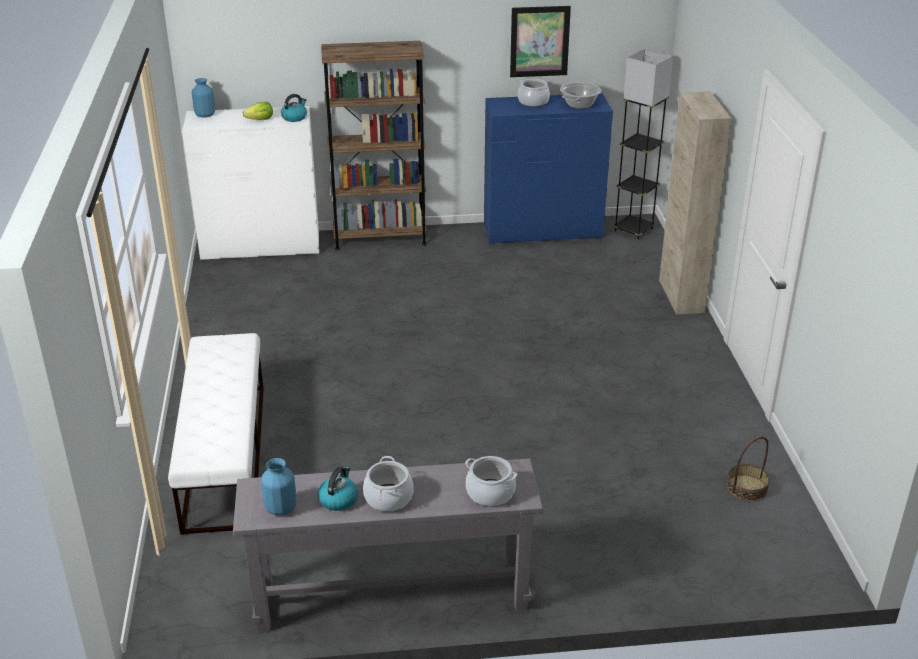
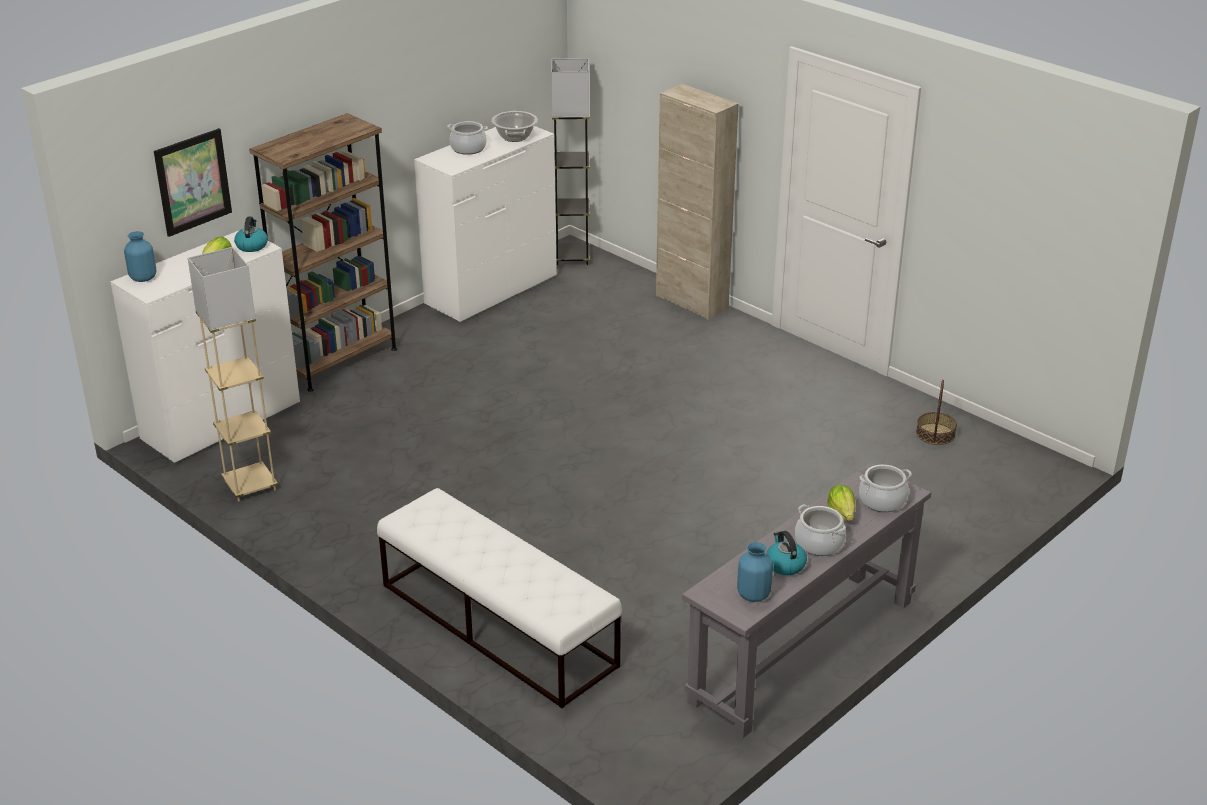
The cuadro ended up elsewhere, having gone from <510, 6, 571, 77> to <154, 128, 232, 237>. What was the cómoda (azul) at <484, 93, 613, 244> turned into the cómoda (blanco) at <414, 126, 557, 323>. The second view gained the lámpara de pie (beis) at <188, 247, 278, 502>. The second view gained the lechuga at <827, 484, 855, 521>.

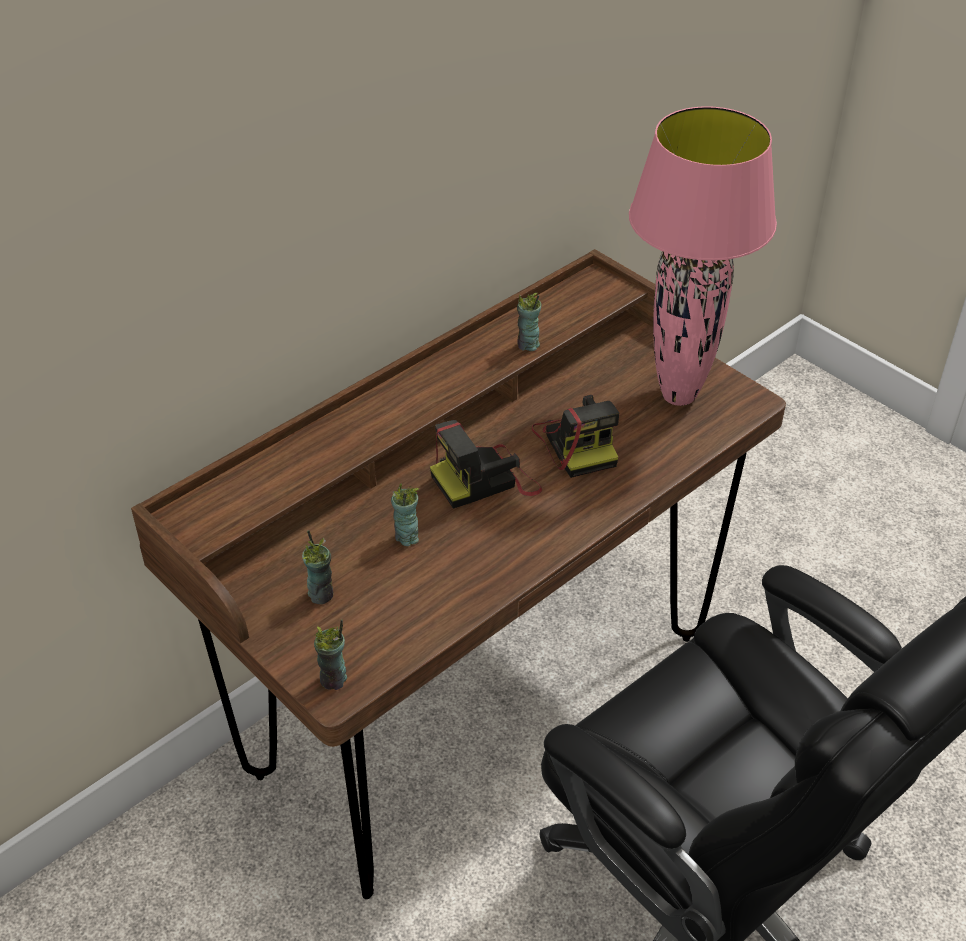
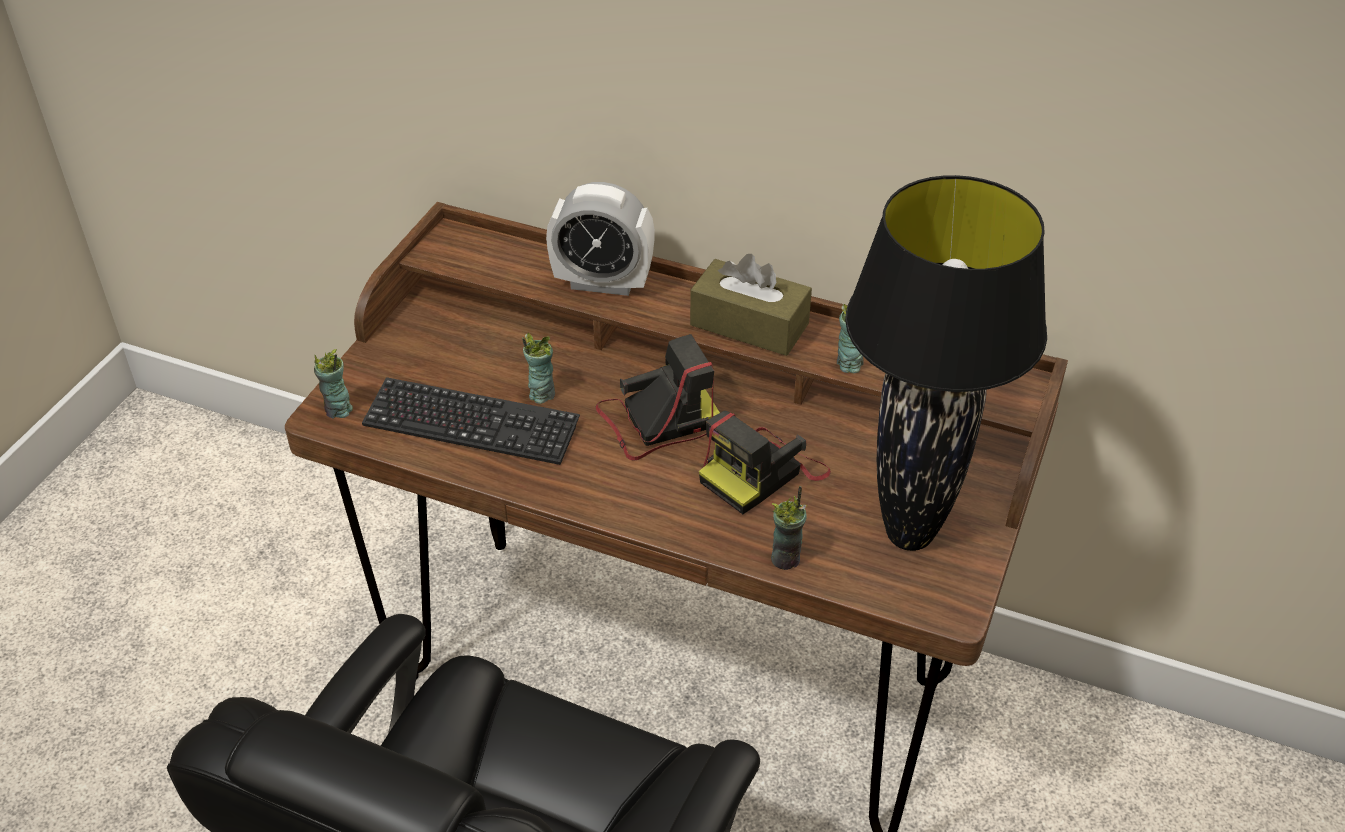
What was the lámpara de mesa (rosa) at <629, 106, 777, 406> turned into the lámpara de mesa (negro) at <845, 175, 1047, 551>. The cámara at <430, 420, 542, 509> ended up facing another way, 120 degrees clockwise from before. The taza ended up elsewhere, having gone from <302, 530, 334, 604> to <771, 486, 807, 570>. The second view gained the despertador at <546, 182, 655, 296>. The second view gained the caja de pañuelos (marrón) at <690, 254, 812, 356>. The second view gained the teclado at <362, 377, 580, 465>.

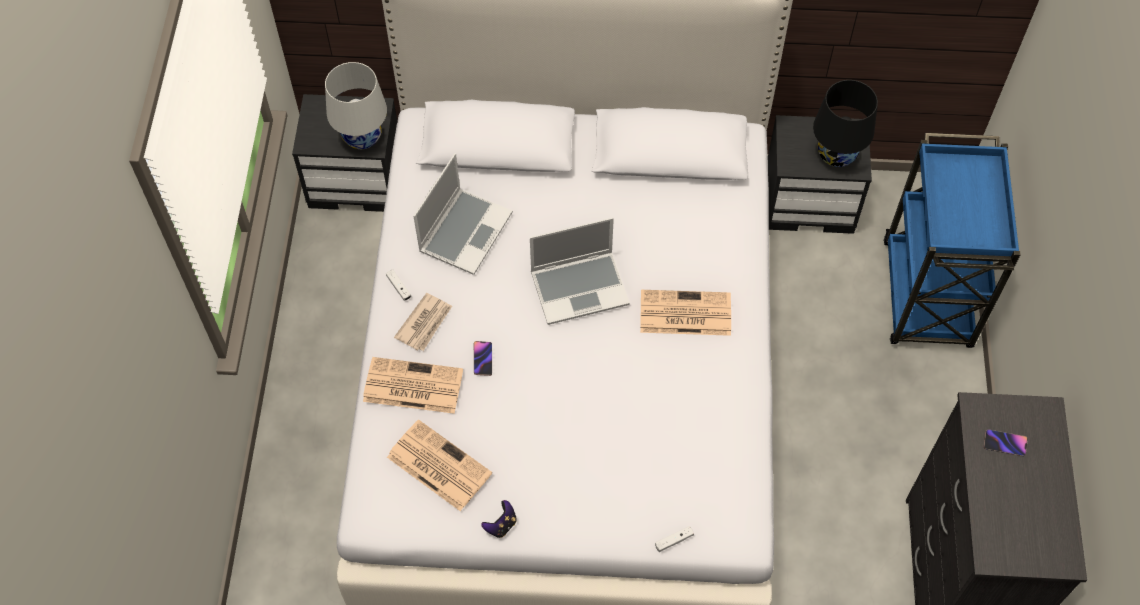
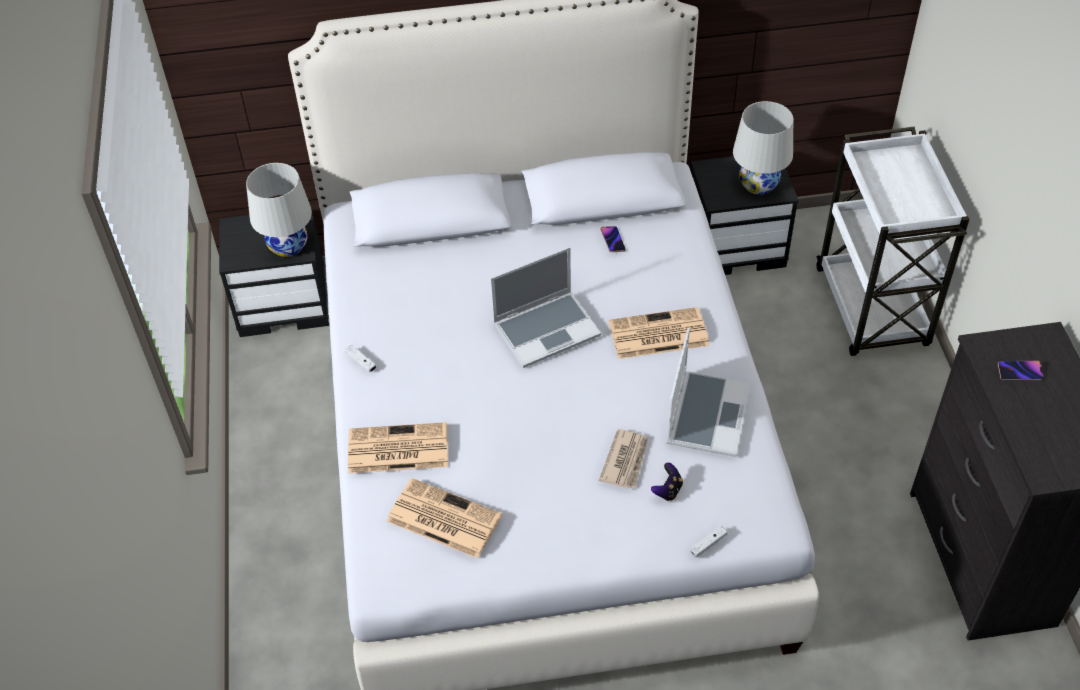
What was the lámpara de mesa (negro) at <813, 80, 878, 167> turned into the lámpara de mesa (blanco) at <733, 101, 793, 195>. What was the carrito (azul) at <883, 133, 1021, 348> turned into the carrito (blanco) at <816, 127, 970, 356>. The portátil ended up elsewhere, having gone from <414, 153, 513, 275> to <666, 327, 751, 457>. The periódico ended up elsewhere, having gone from <394, 293, 452, 351> to <599, 429, 648, 489>. The móvil ended up elsewhere, having gone from <474, 341, 492, 376> to <600, 226, 626, 252>. The mando de consola ended up elsewhere, having gone from <481, 500, 517, 538> to <651, 463, 683, 501>.

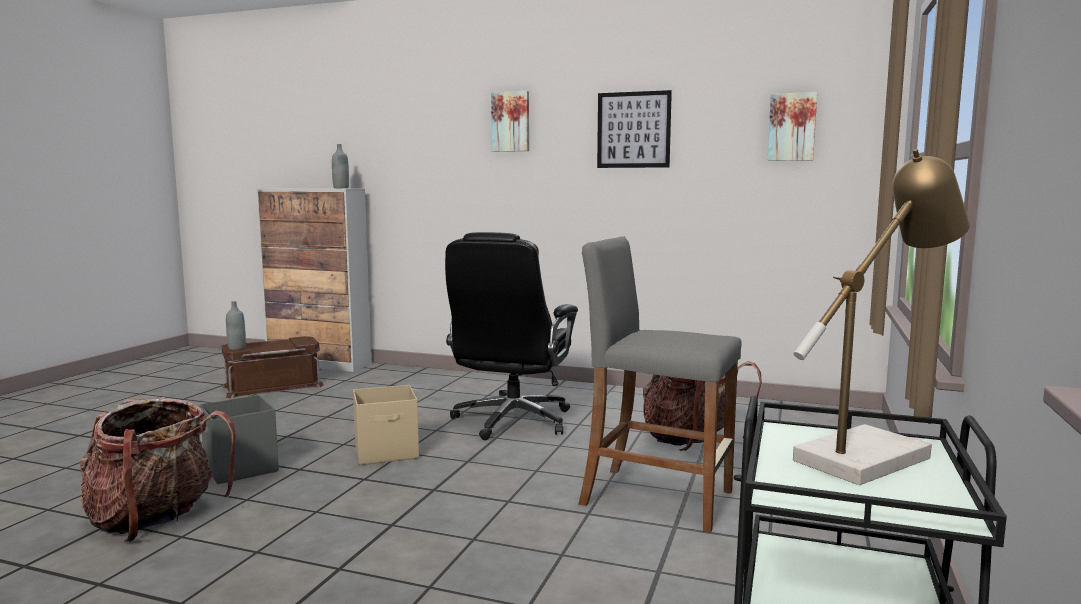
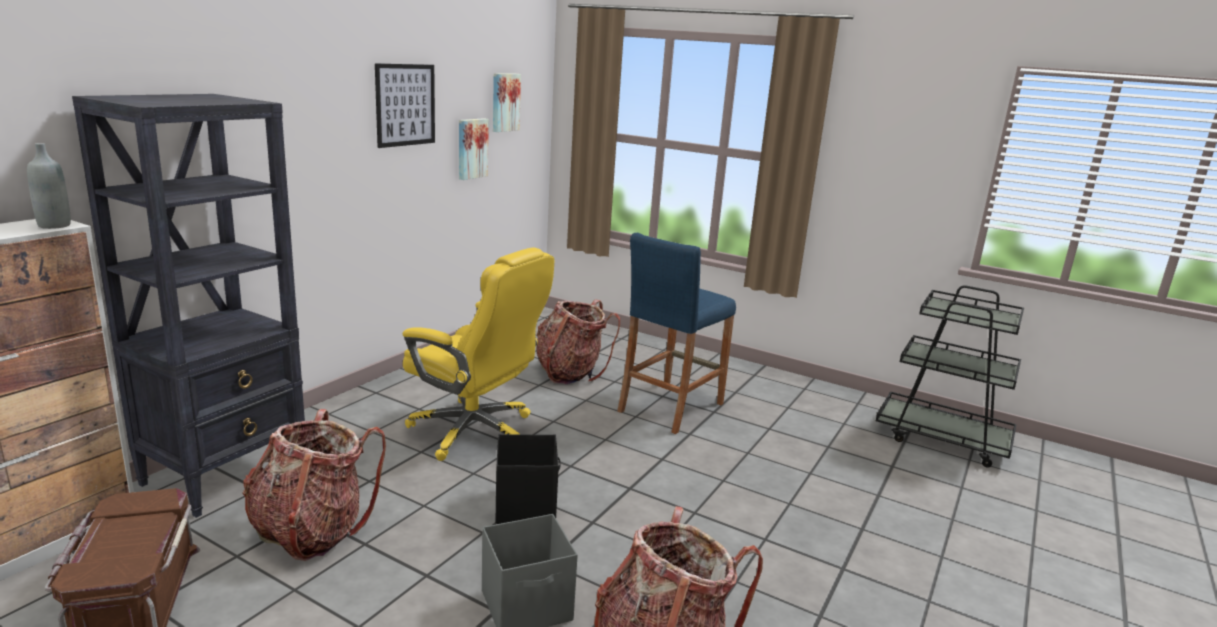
The cuadro ended up elsewhere, having gone from <491, 91, 529, 152> to <459, 118, 489, 180>. The second view lost the lámpara de mesa at <793, 149, 970, 485>. What was the silla de oficina (negro) at <445, 232, 578, 440> turned into the silla de oficina (amarillo) at <403, 248, 554, 461>. What was the taburete (gris) at <579, 237, 742, 533> turned into the taburete (azul) at <617, 232, 736, 434>. The second view lost the botella (gris) at <226, 301, 246, 350>. What was the caja de almacenaje (beis) at <353, 385, 419, 465> turned into the caja de almacenaje (negro) at <496, 434, 561, 524>. The second view gained the estantería (negro) at <72, 94, 305, 518>. The second view gained the mochila at <243, 409, 386, 561>.

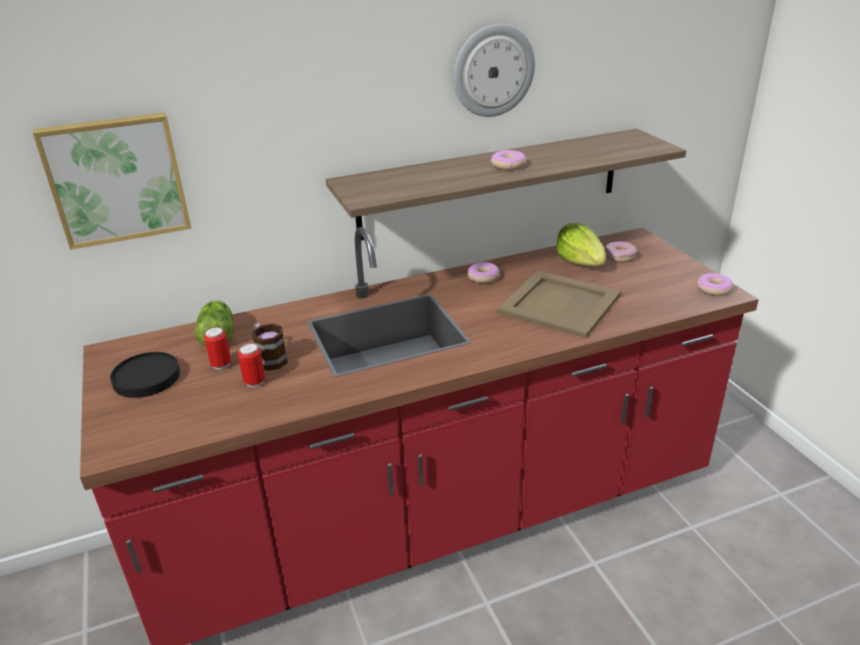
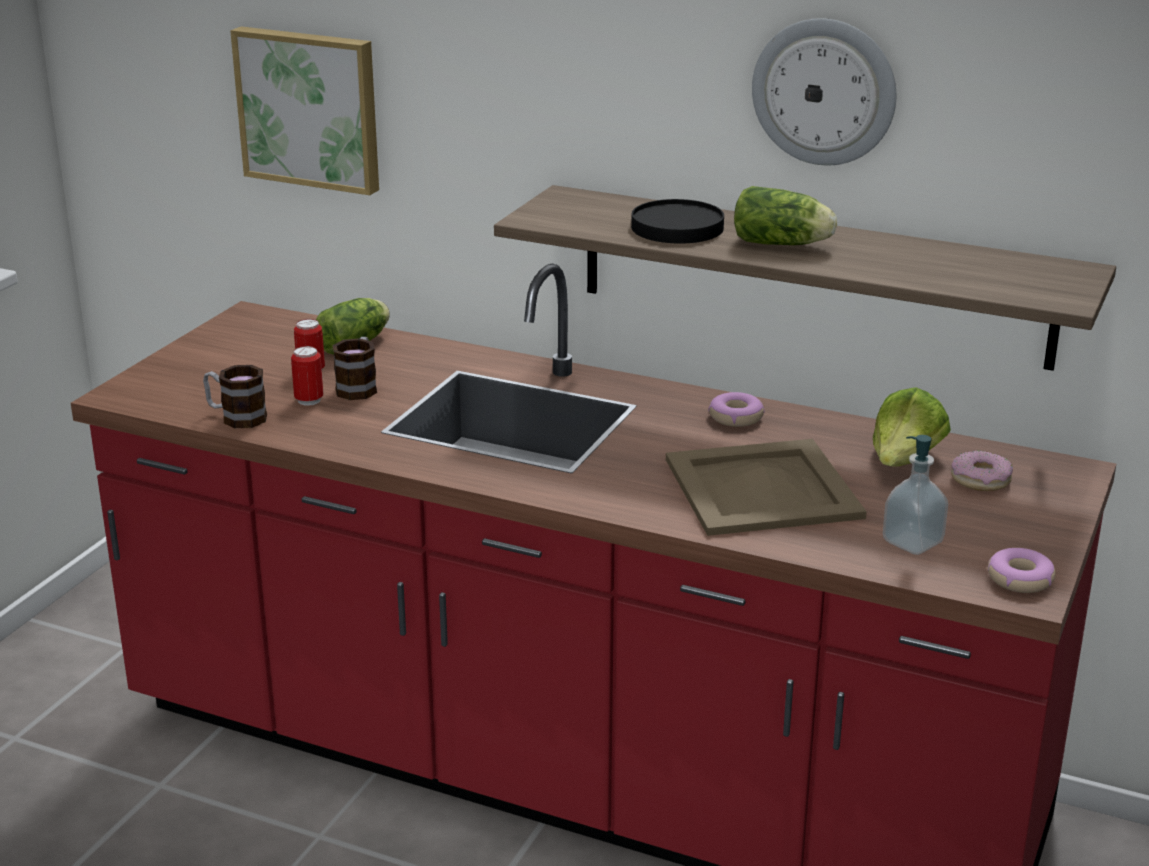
Where the rosquilla stood at <491, 150, 526, 170>, the lechuga came to stand at <734, 186, 837, 245>. The plato (negro) ended up elsewhere, having gone from <110, 352, 180, 398> to <631, 199, 724, 244>. The second view gained the taza grande at <203, 365, 267, 428>. The second view gained the dispensador de jabón at <883, 435, 948, 555>.

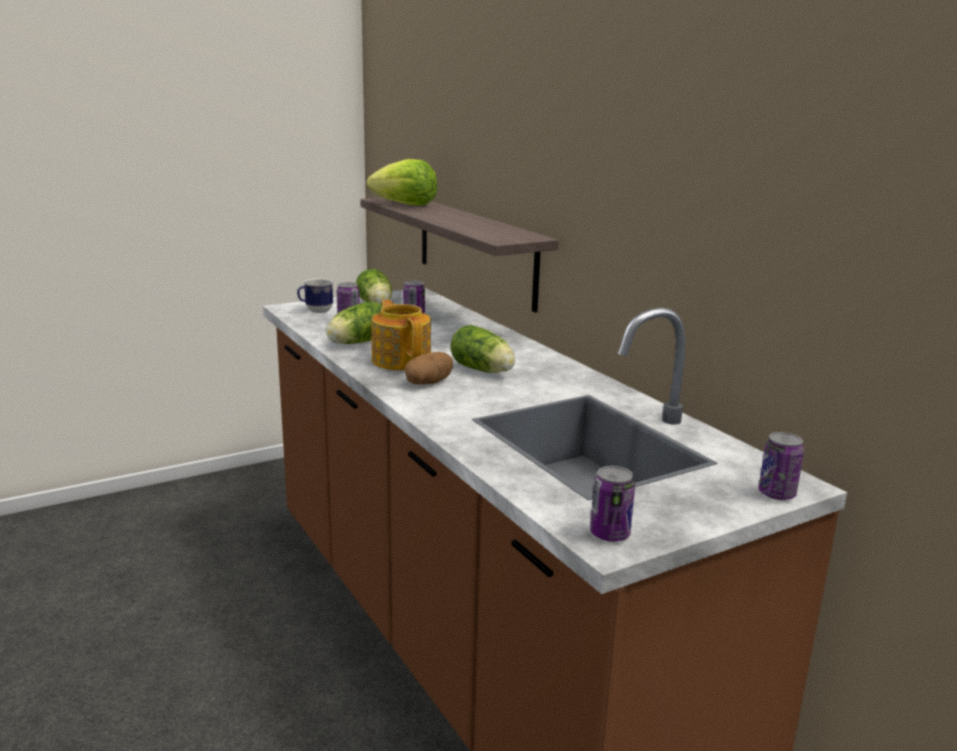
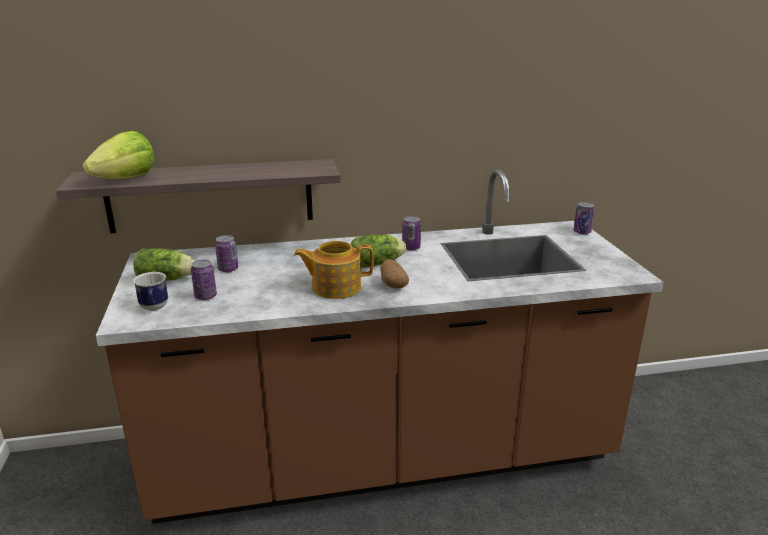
The second view lost the lechuga at <326, 301, 383, 344>. The lata ended up elsewhere, having gone from <590, 466, 635, 542> to <402, 216, 421, 251>.

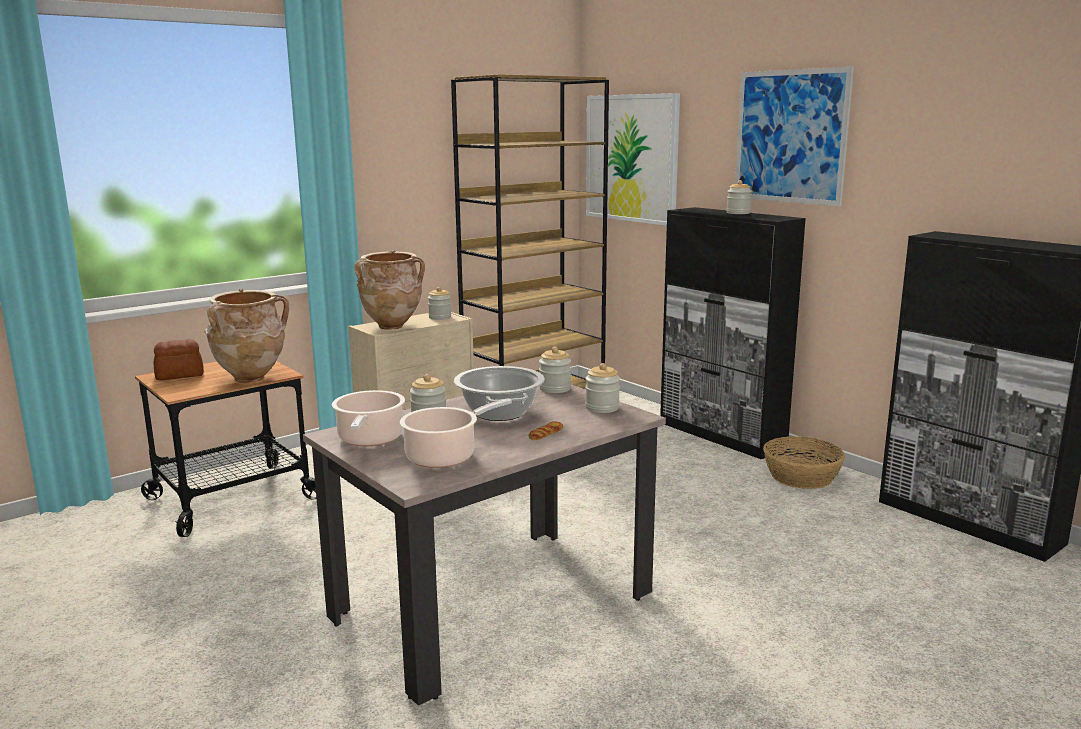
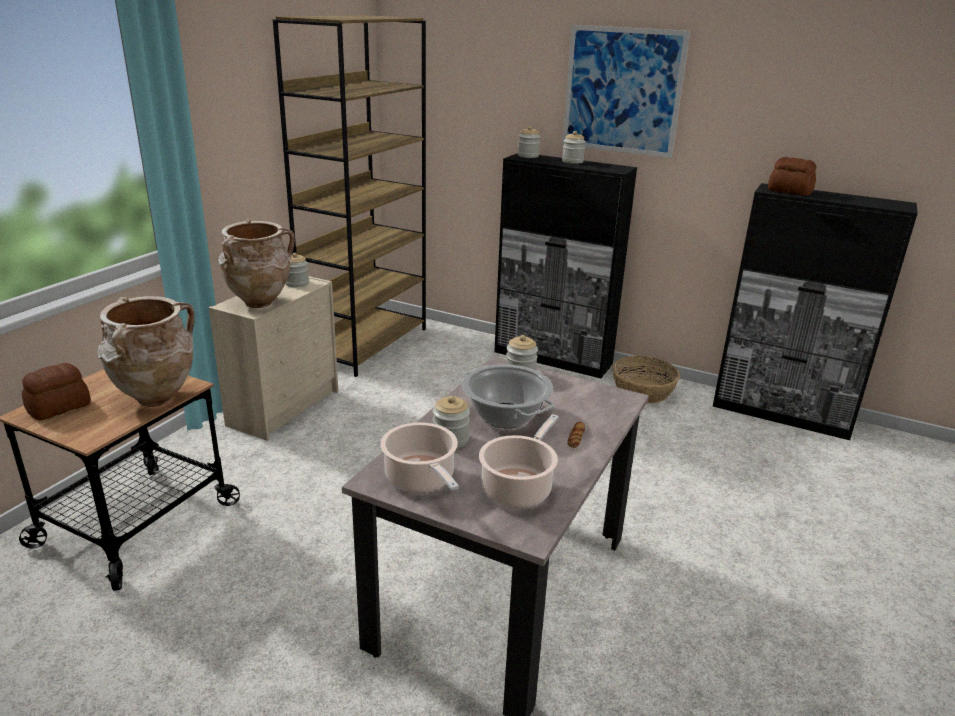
The second view lost the cuadro at <586, 93, 680, 226>. The tarro ended up elsewhere, having gone from <585, 363, 620, 413> to <518, 126, 540, 158>. The second view gained the pan at <768, 157, 816, 196>.

